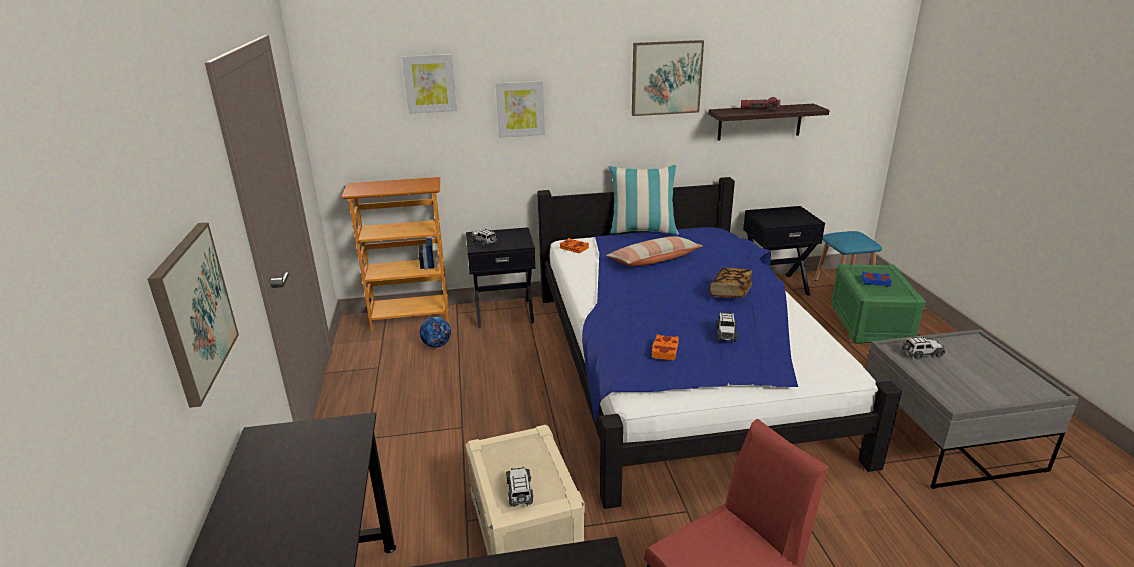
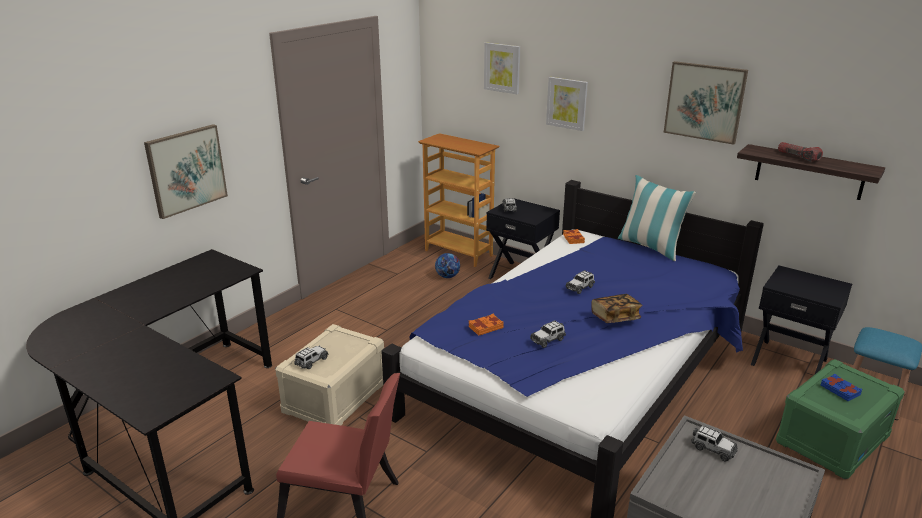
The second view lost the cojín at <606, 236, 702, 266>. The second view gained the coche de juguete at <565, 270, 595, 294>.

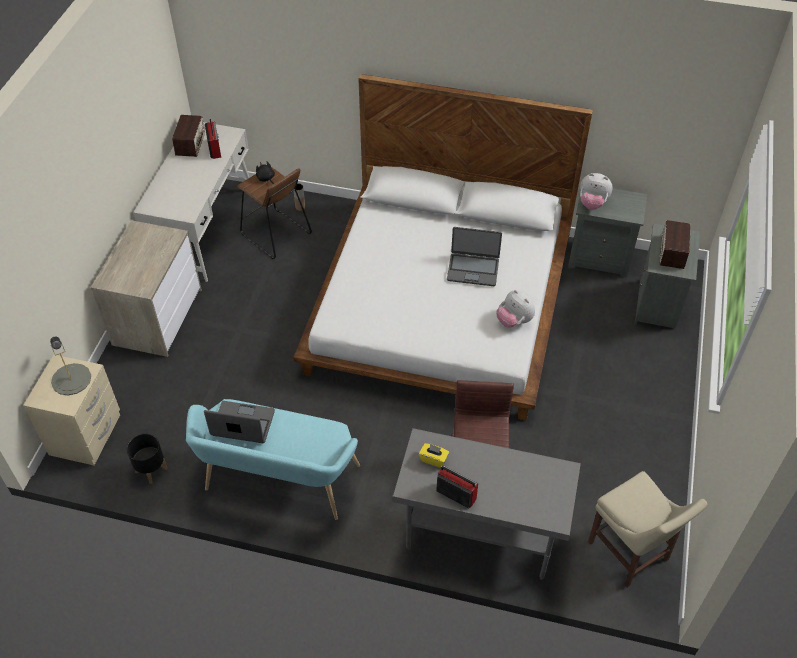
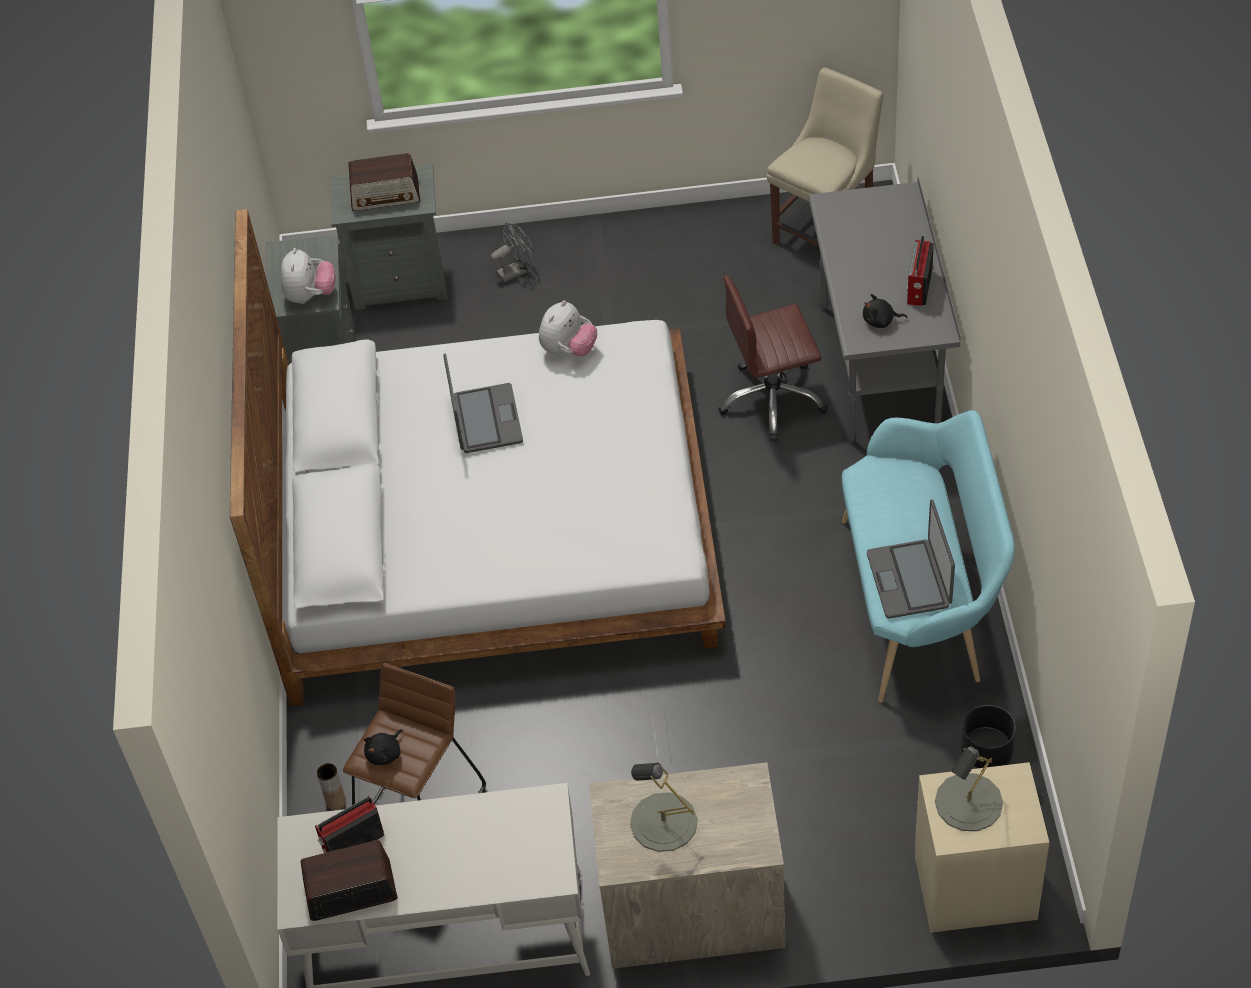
Where the caja de pañuelos (amarillo) stood at <419, 443, 449, 468>, the peluche (negro) came to stand at <863, 294, 907, 328>. The second view gained the ventilador (gris) at <491, 222, 533, 282>. The second view gained the lámpara de mesa (gris) at <630, 762, 698, 852>.

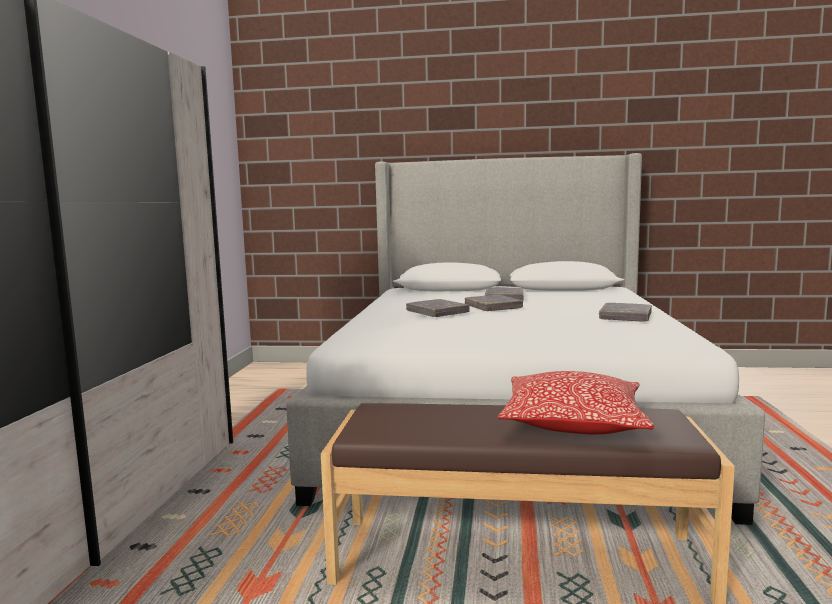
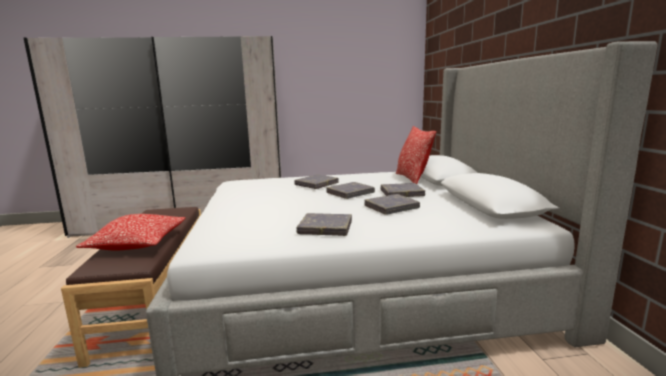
The second view gained the cojín at <396, 126, 436, 184>. The second view gained the libro (gris) at <364, 194, 420, 215>.

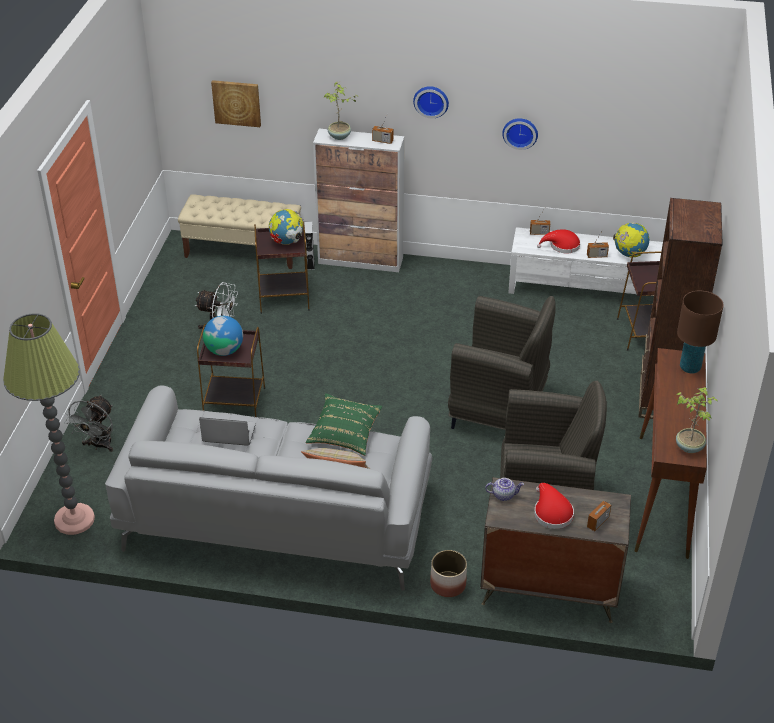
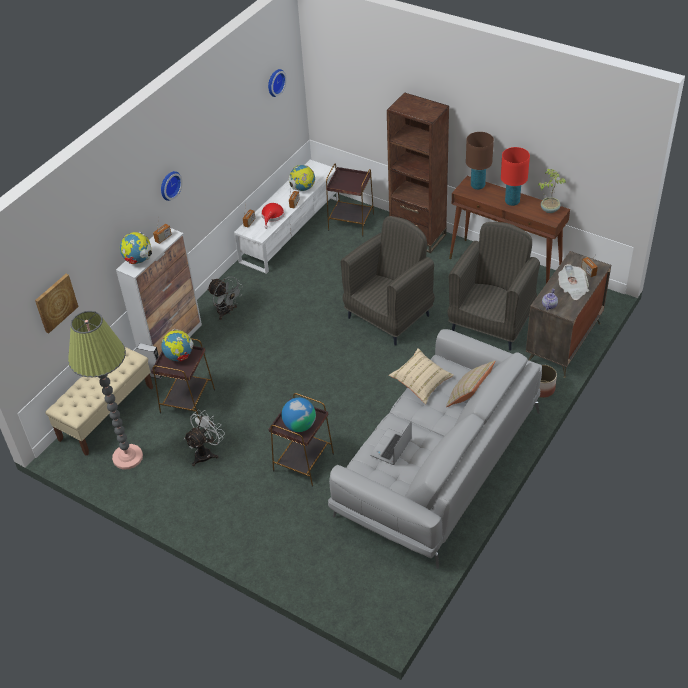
Where the planta en maceta stood at <324, 82, 357, 140>, the globo terráqueo came to stand at <120, 232, 152, 264>. The reloj de pared ended up elsewhere, having gone from <502, 118, 538, 150> to <268, 69, 287, 97>. The lámpara de pie ended up elsewhere, having gone from <3, 313, 95, 535> to <68, 311, 143, 470>. What was the cojín (verde) at <306, 393, 382, 456> turned into the cojín (beis) at <389, 348, 454, 404>. The ventilador (gris) ended up elsewhere, having gone from <64, 395, 113, 452> to <207, 277, 243, 320>. Where the sombrero (rojo) stood at <534, 483, 574, 529>, the periódico came to stand at <558, 264, 589, 300>. The second view gained the lámpara de mesa (rojo) at <501, 147, 530, 206>.

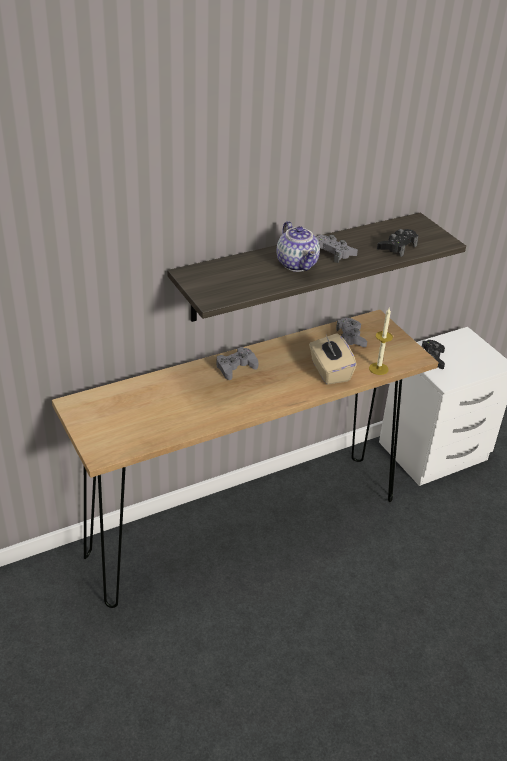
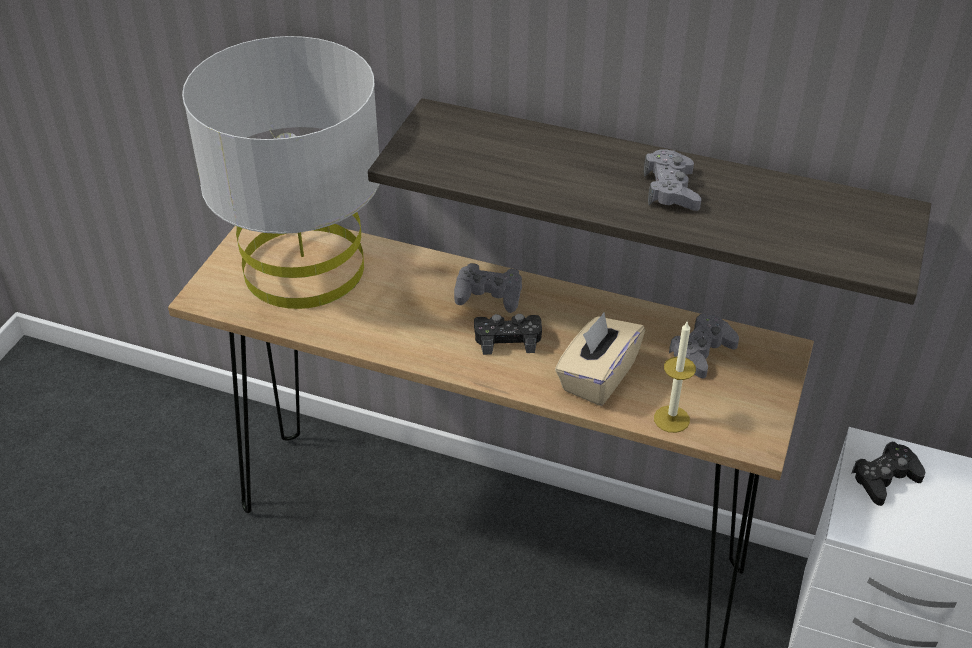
The second view lost the tetera at <276, 221, 320, 272>. The mando de consola (negro) ended up elsewhere, having gone from <377, 229, 418, 257> to <474, 314, 542, 355>. The second view gained the lámpara de mesa (gris) at <182, 36, 379, 309>.

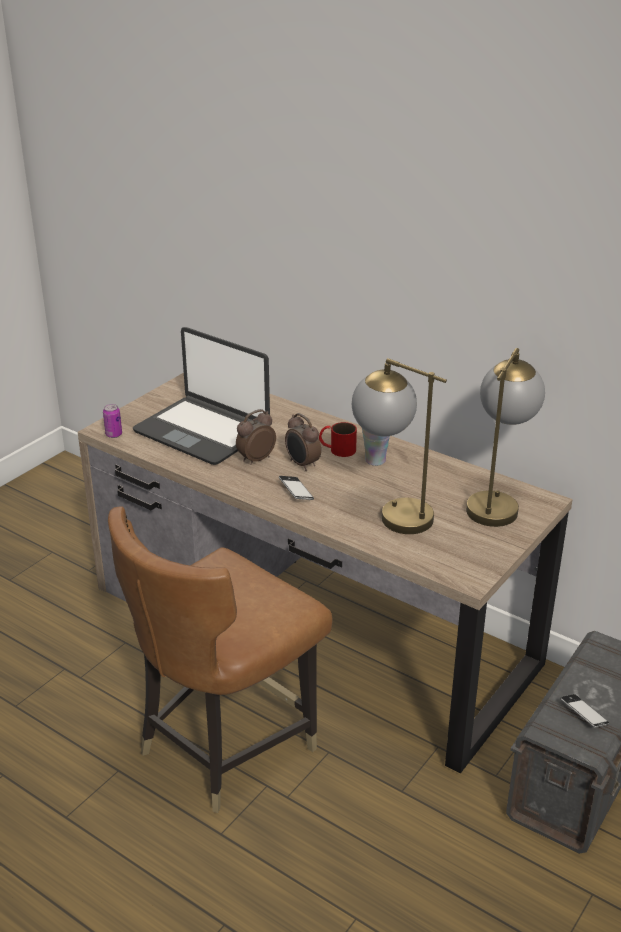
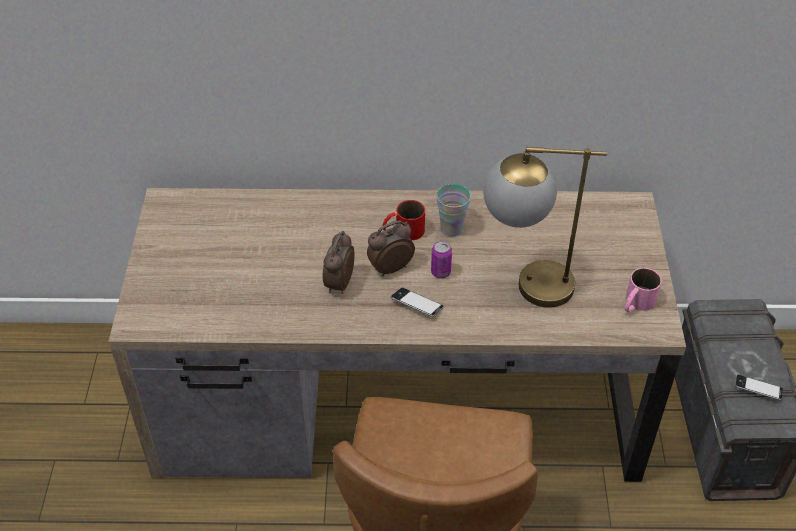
The second view lost the portátil at <133, 327, 270, 465>. The second view lost the lámpara de mesa at <466, 348, 545, 527>. The lata ended up elsewhere, having gone from <103, 404, 122, 438> to <431, 241, 452, 279>. The despertador at <285, 413, 321, 471> ended up facing another way, 135 degrees clockwise from before. The second view gained the taza grande (rosa) at <624, 268, 662, 312>.

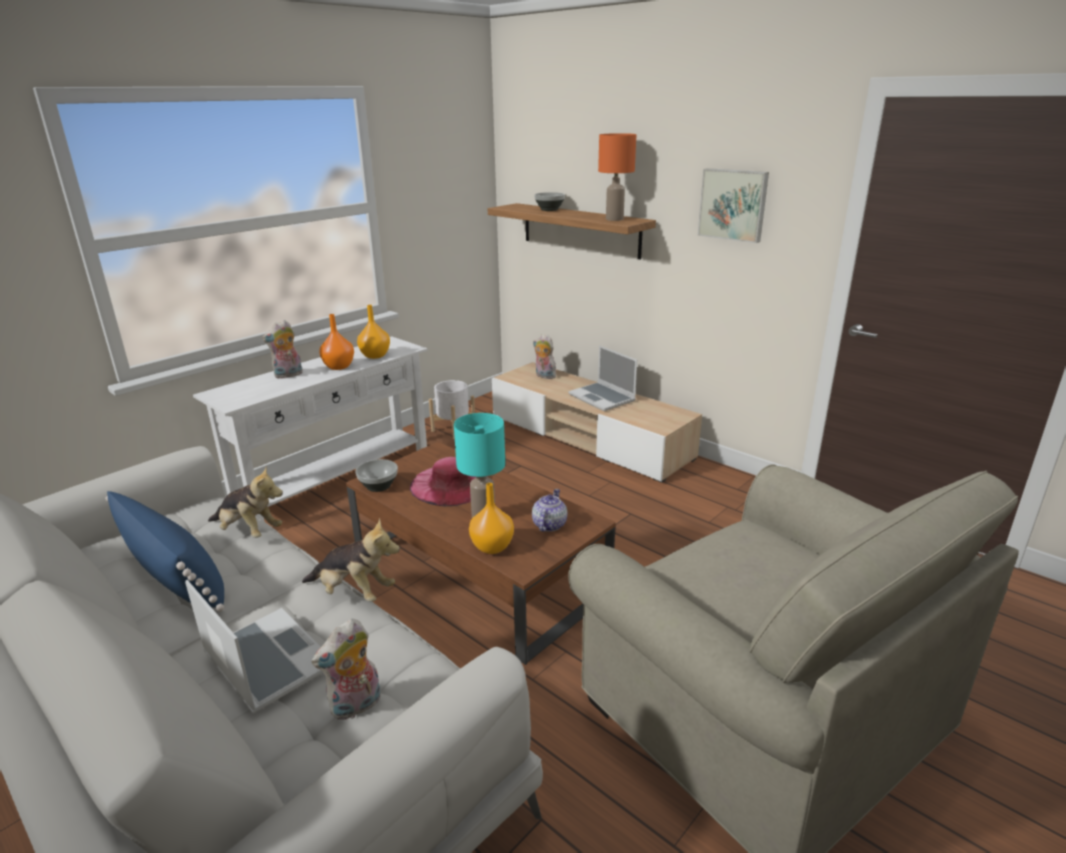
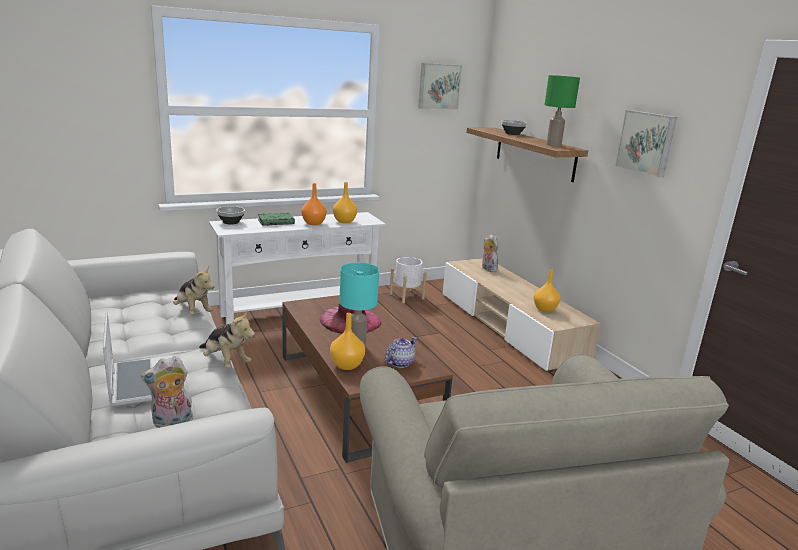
What was the lámpara de mesa (naranja) at <598, 133, 636, 221> turned into the lámpara de mesa (verde) at <544, 75, 580, 147>. Where the peluche stood at <262, 320, 303, 379>, the libro (verde) came to stand at <258, 213, 295, 226>. The second view lost the portátil at <569, 345, 637, 411>. The cuenco ended up elsewhere, having gone from <355, 459, 398, 492> to <217, 206, 245, 225>. The second view lost the cojín (azul) at <105, 491, 224, 612>. The second view gained the cuadro at <418, 63, 462, 110>. The second view gained the florero (naranja) at <533, 269, 560, 312>.

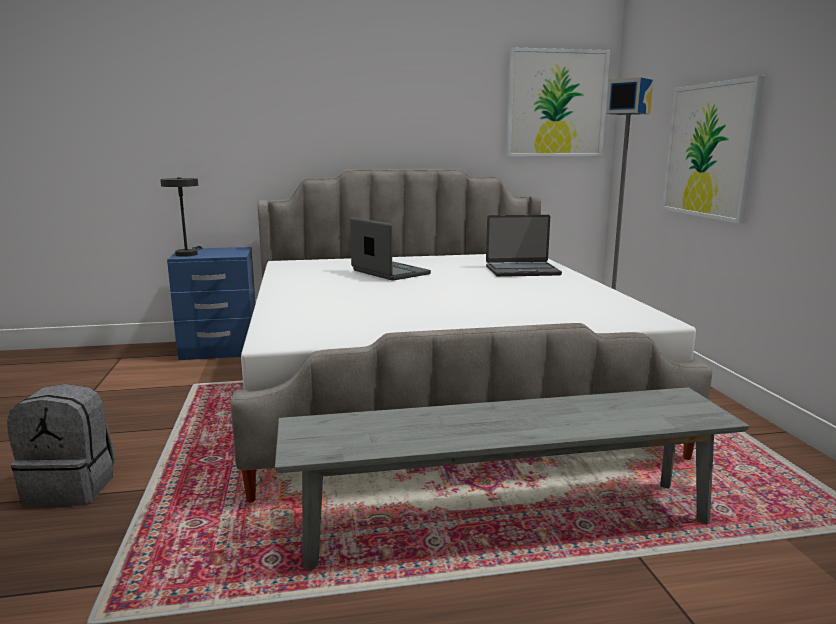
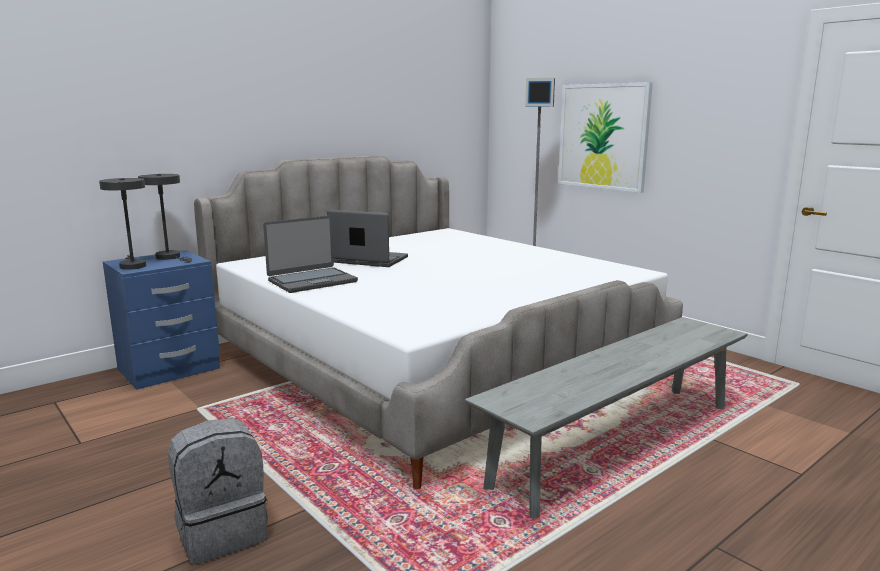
The second view lost the cuadro at <506, 47, 610, 157>. The portátil ended up elsewhere, having gone from <486, 215, 562, 277> to <263, 216, 358, 293>. The second view gained the lámpara de mesa (gris) at <138, 174, 192, 263>.

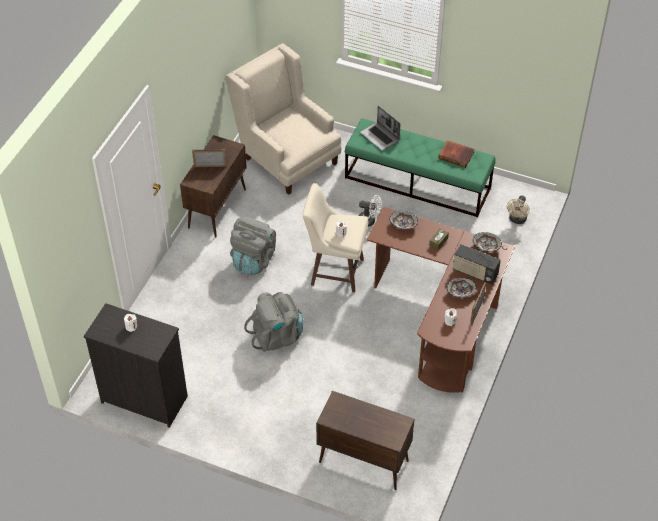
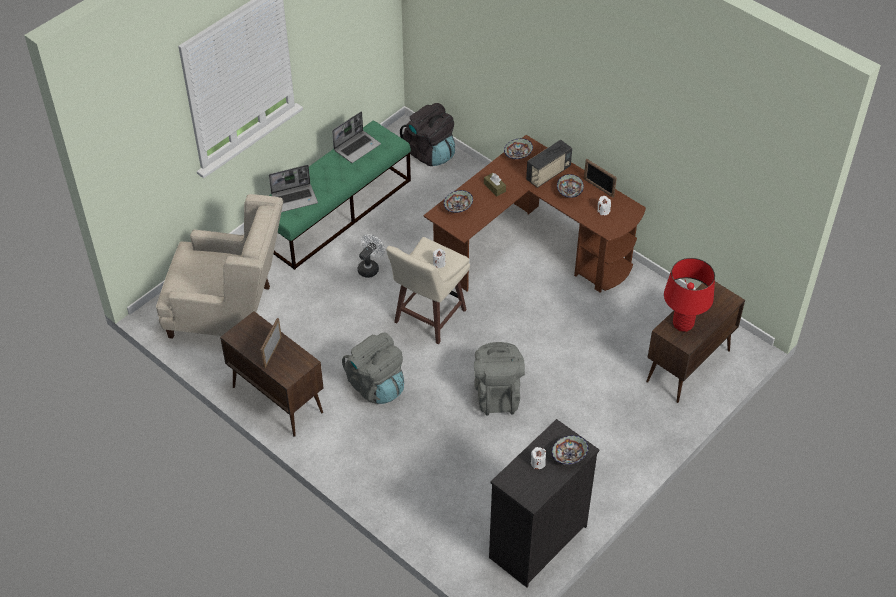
The sillón (beis) at <226, 43, 342, 195> ended up facing another way, 150 degrees counterclockwise from before. Where the libro stood at <438, 140, 475, 168>, the portátil came to stand at <332, 111, 381, 163>. Where the ventilador (beis) stood at <507, 195, 530, 224>, the mochila (negro) came to stand at <400, 103, 455, 166>. The second view gained the lámpara de mesa (rojo) at <664, 258, 715, 332>. The second view gained the cuenco at <551, 435, 589, 465>.

